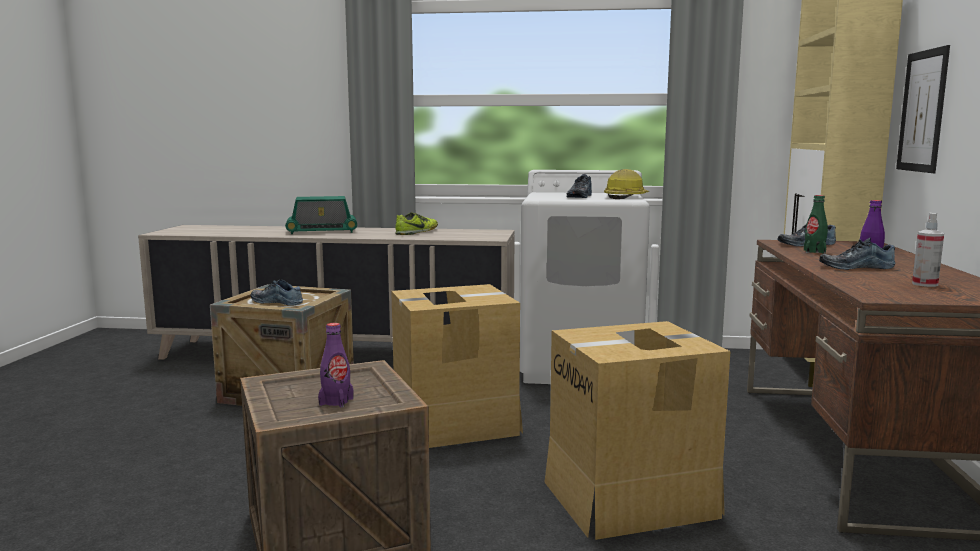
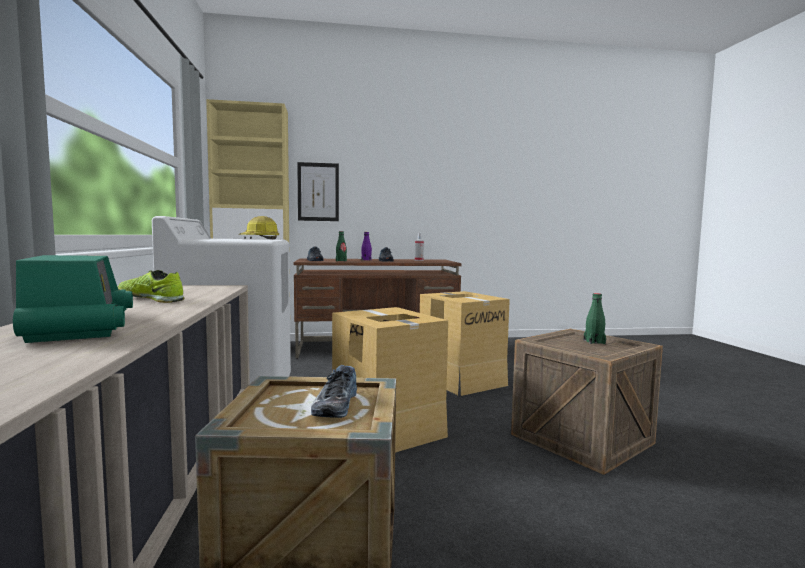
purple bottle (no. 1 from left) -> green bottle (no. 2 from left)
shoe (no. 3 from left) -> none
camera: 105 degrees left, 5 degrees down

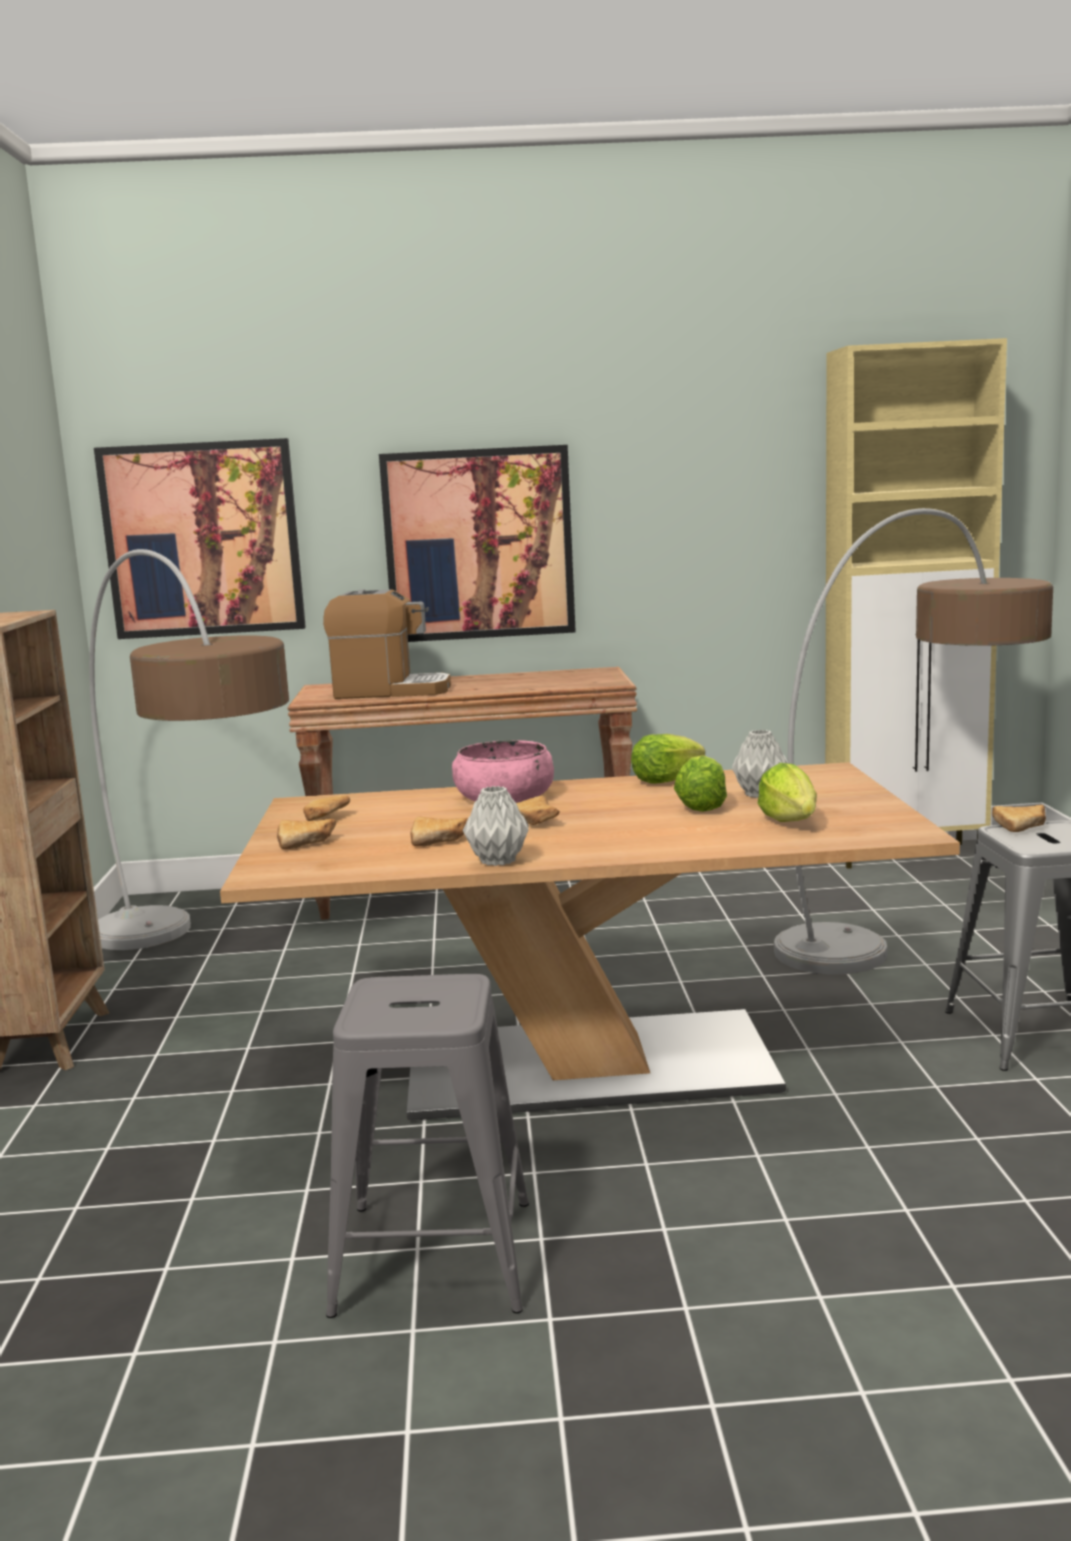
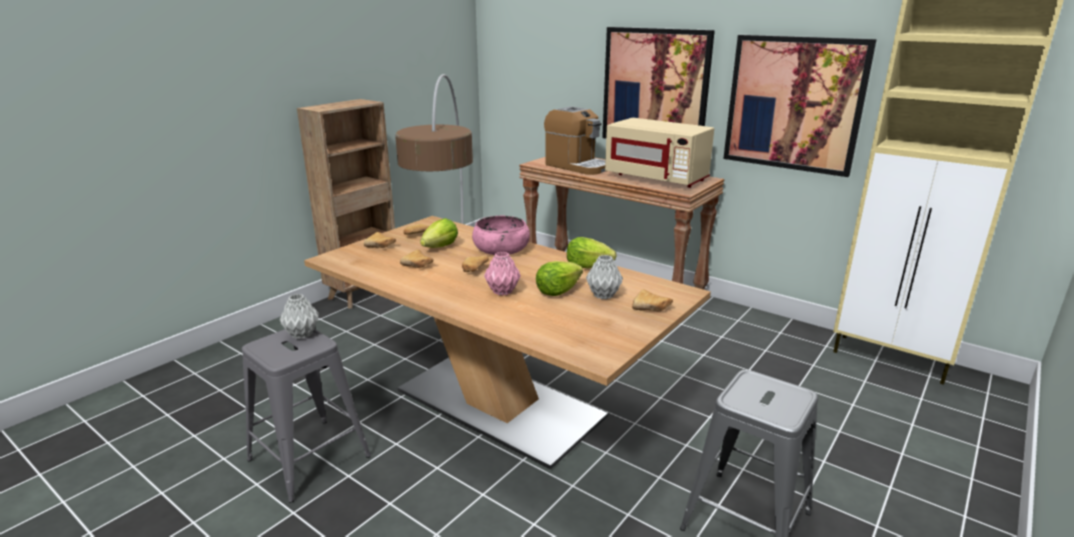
grey vase (no. 1 from left), shifted
lettuce (no. 3 from left in the first image) -> lettuce (no. 1 from left), shifted
none -> pink vase
none -> beige microwave
bread (no. 5 from left), shifted
picture (no. 1 from left in the first image) -> picture (no. 2 from left), shifted
floor lamp (no. 2 from left) -> none
camera: 40 degrees right, 10 degrees up

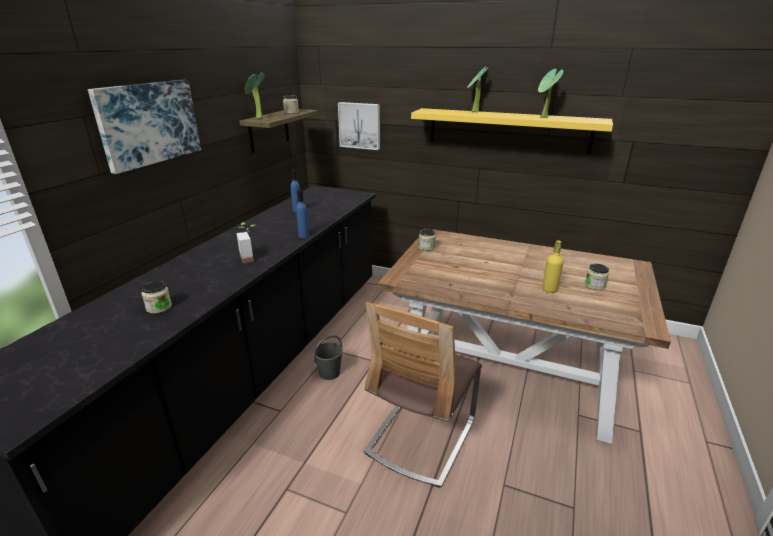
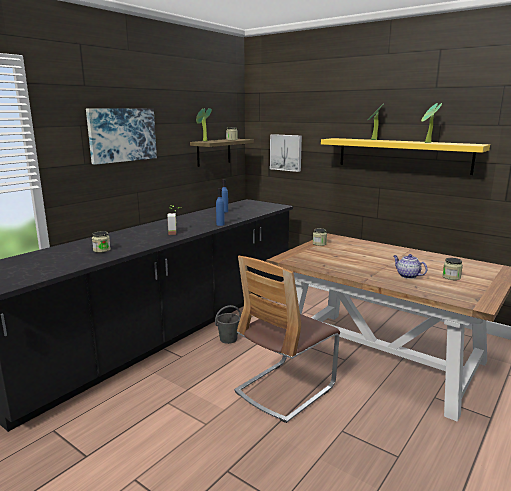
yellow bottle -> teapot
camera: 15 degrees right, 10 degrees down

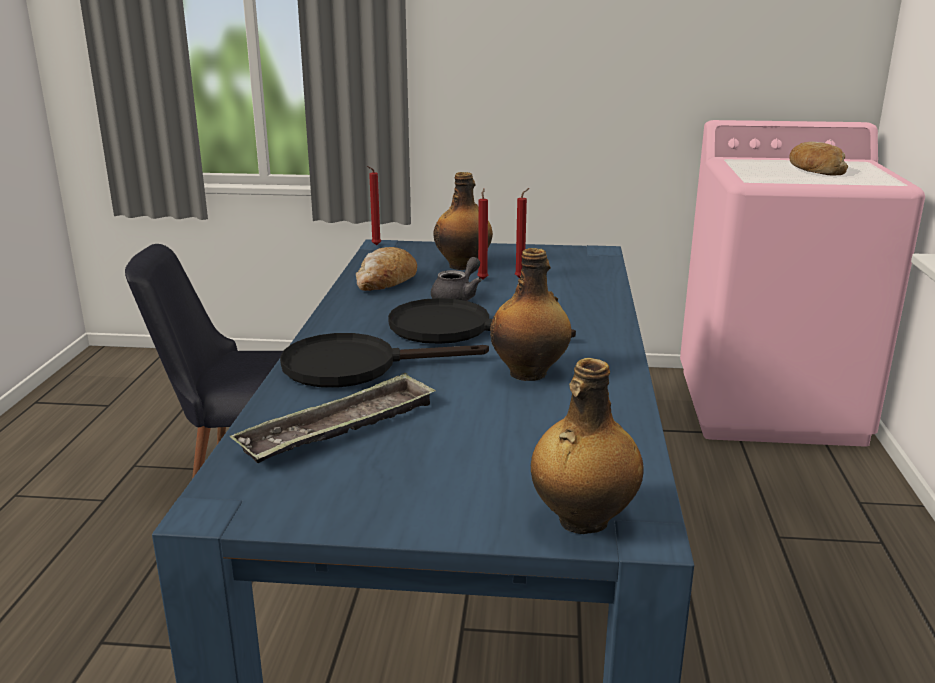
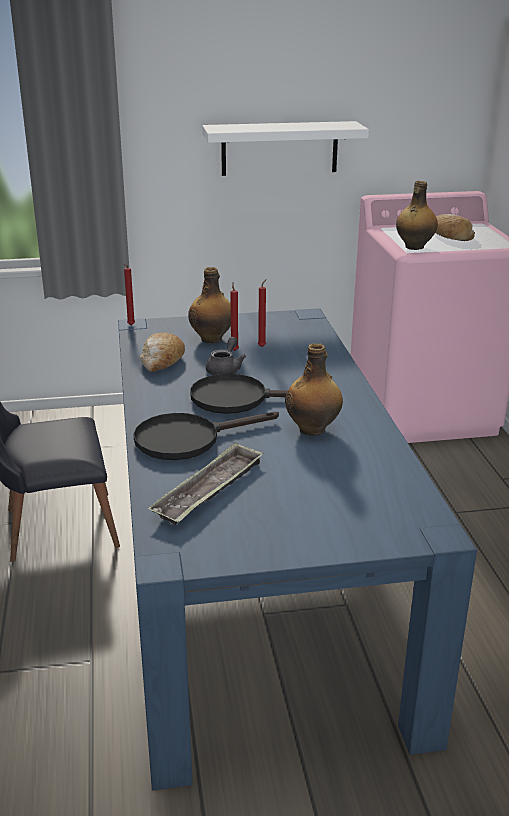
none -> white shelf
bottle (no. 3 from left), shifted
camera: 15 degrees left, 5 degrees up

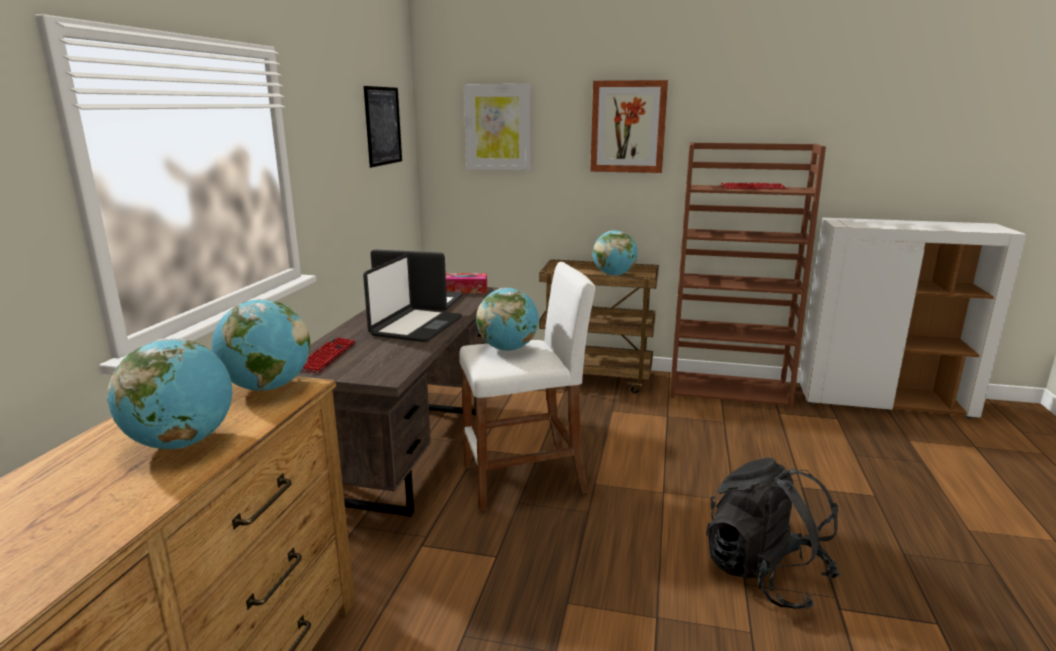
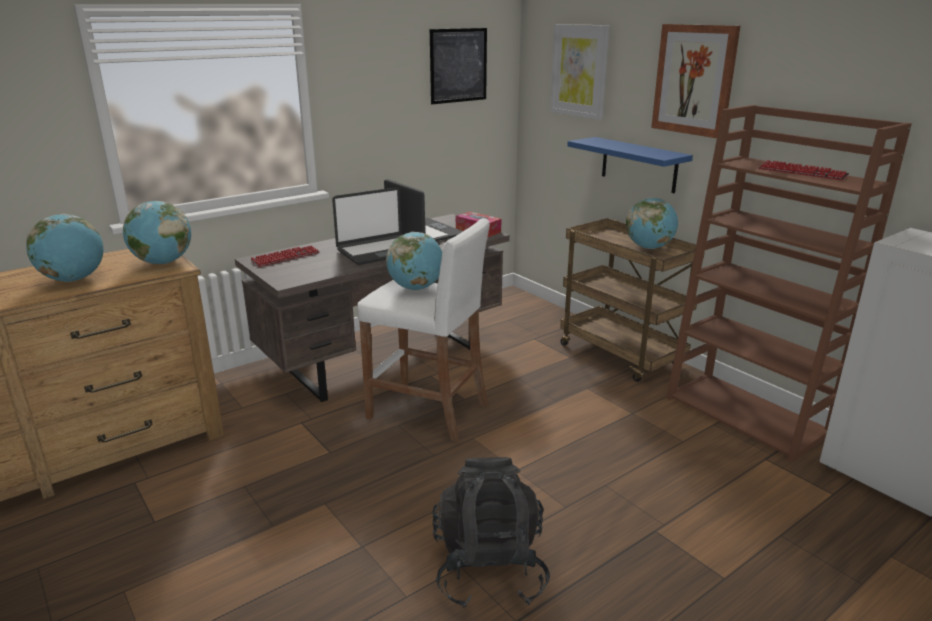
none -> blue shelf
camera: 40 degrees right, 5 degrees up

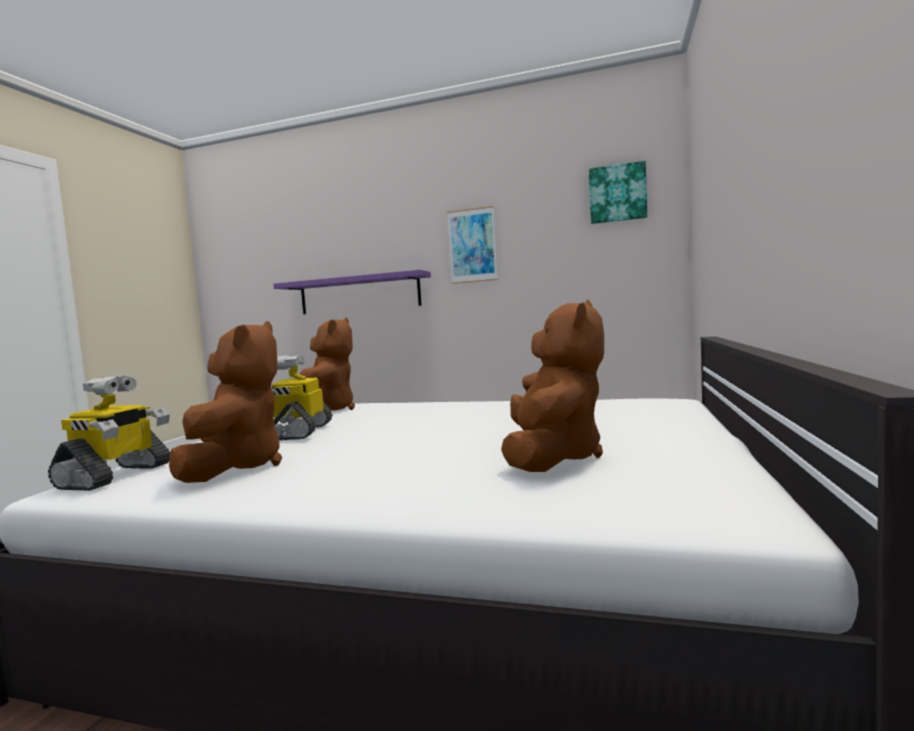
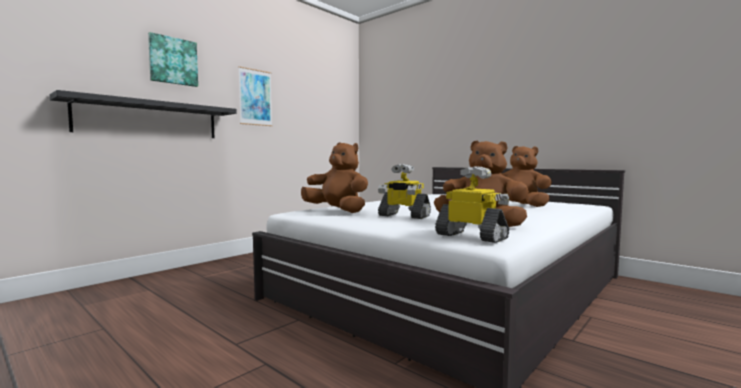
purple shelf -> black shelf
picture (no. 2 from left in the first image) -> picture (no. 1 from left), shifted
camera: 65 degrees left, 0 degrees up

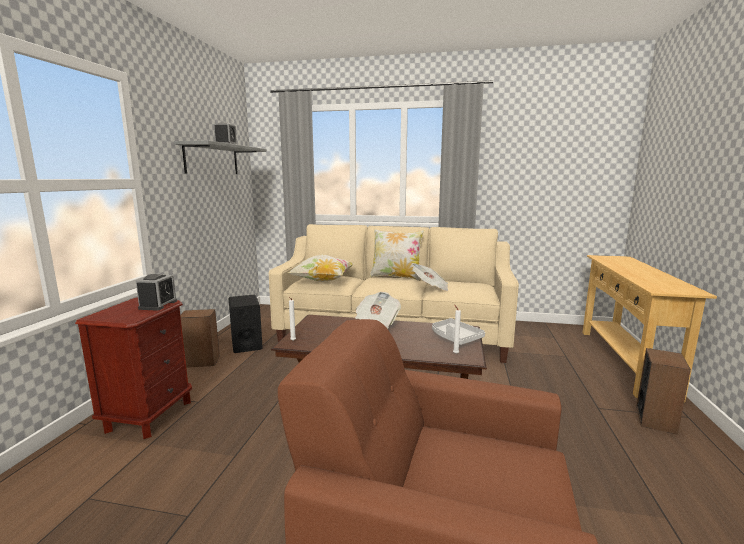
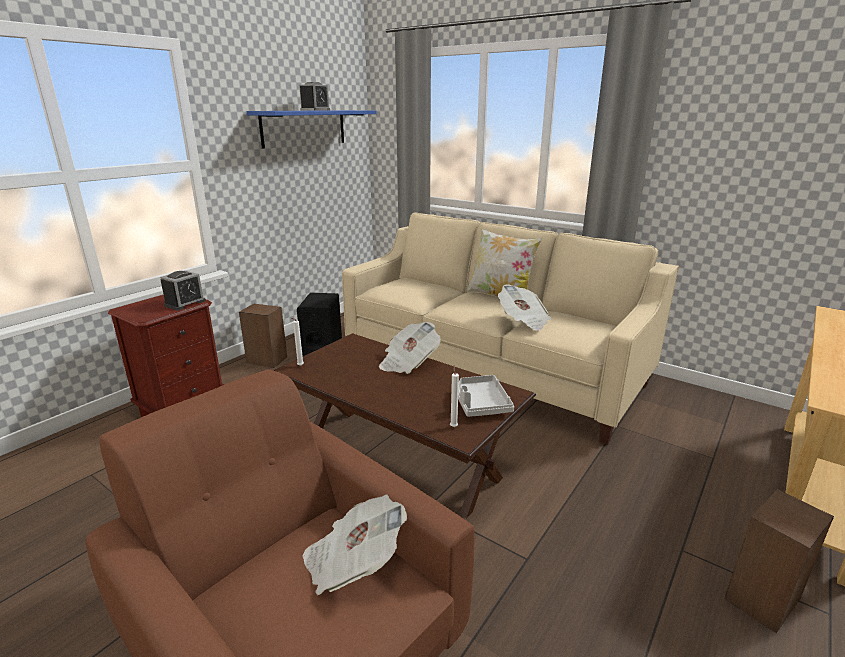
grey shelf -> blue shelf
none -> newspaper (no. 1 from left)
pillow (no. 1 from left) -> none
camera: 25 degrees right, 10 degrees up

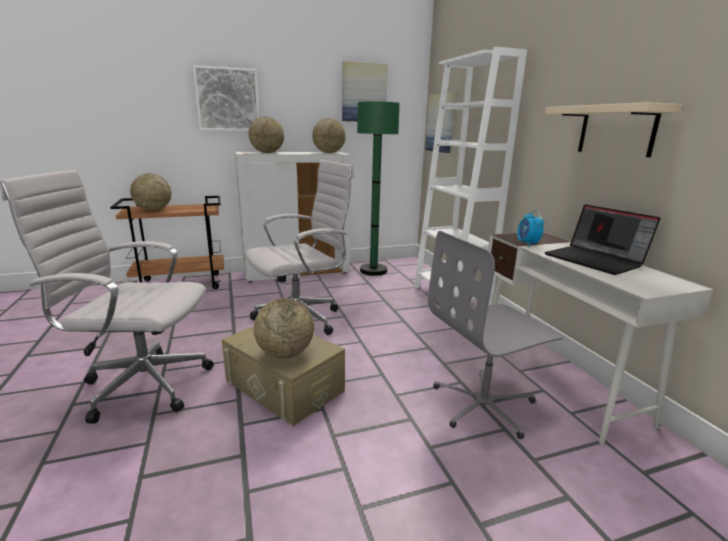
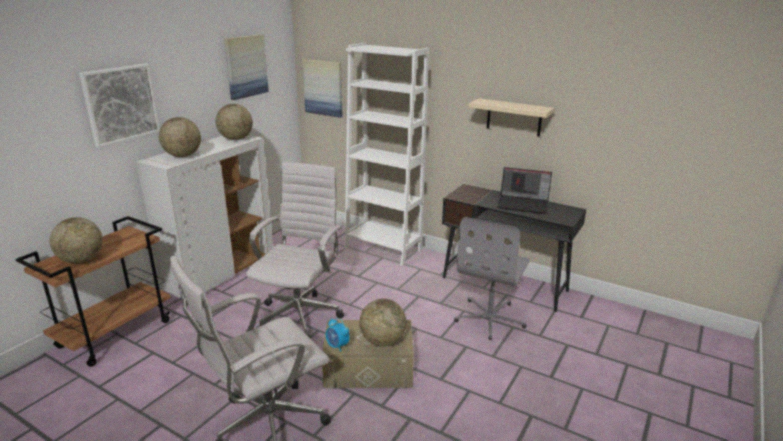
alarm clock, shifted
white desk -> black desk
green floor lamp -> none
camera: 40 degrees left, 5 degrees up

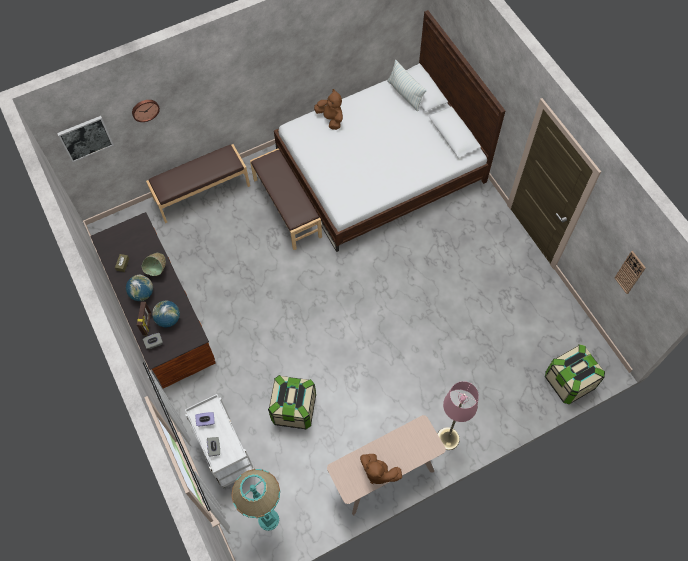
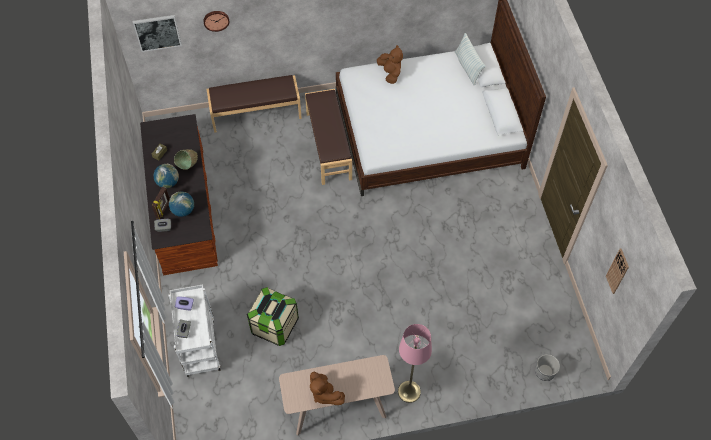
storage box (no. 2 from left) -> planter
turquoise floor lamp -> none
camera: 15 degrees right, 5 degrees down

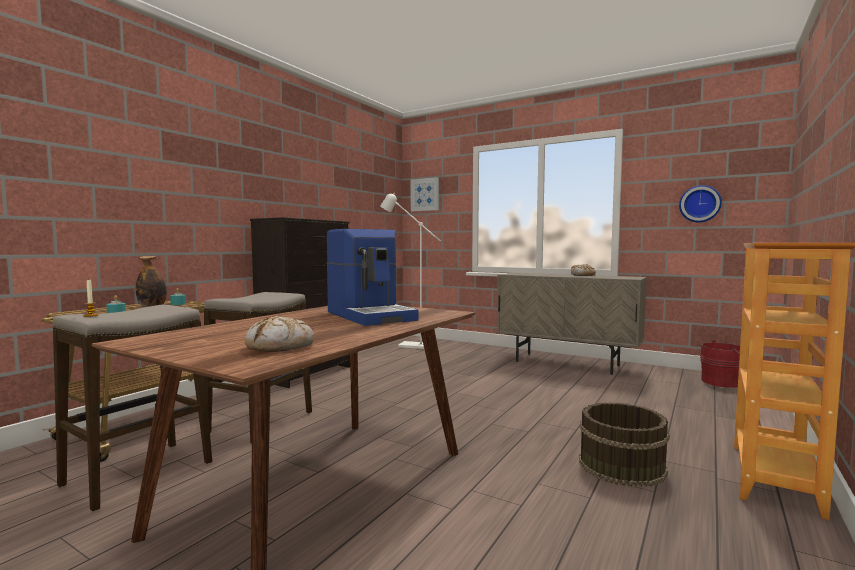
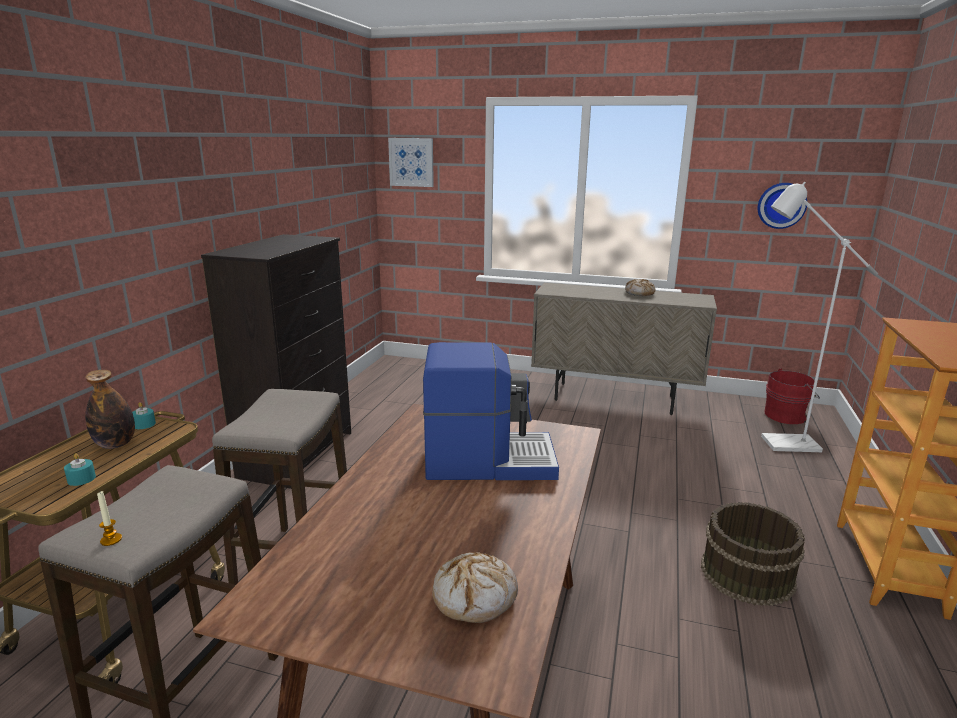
coffee machine, 45 degrees counterclockwise
white floor lamp, shifted
camera: 15 degrees left, 15 degrees up

